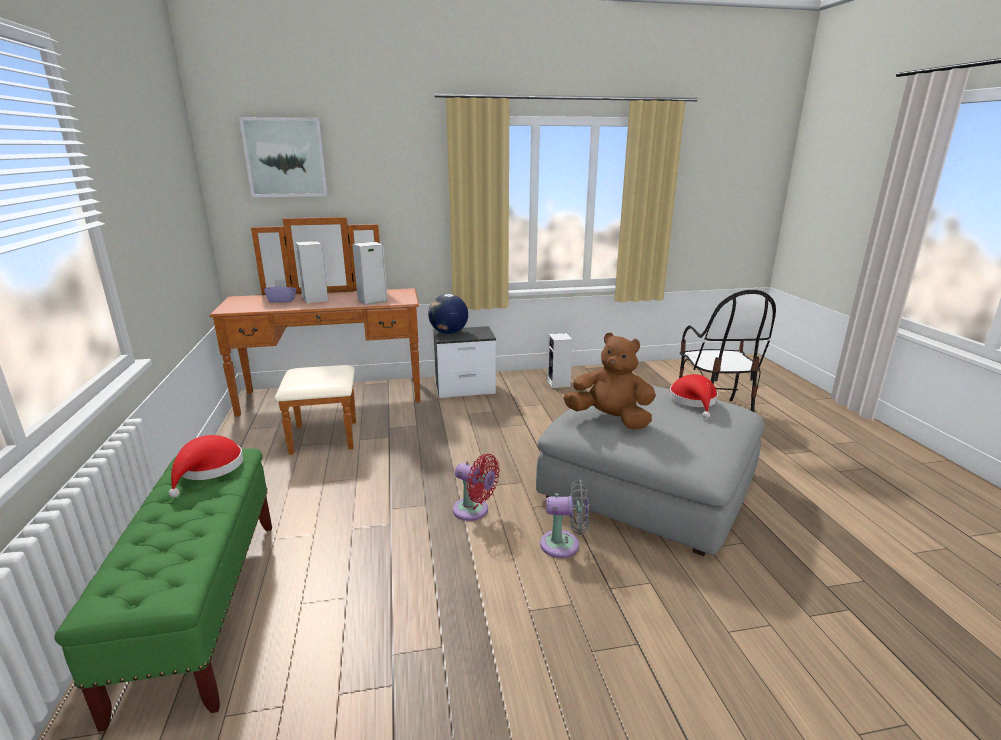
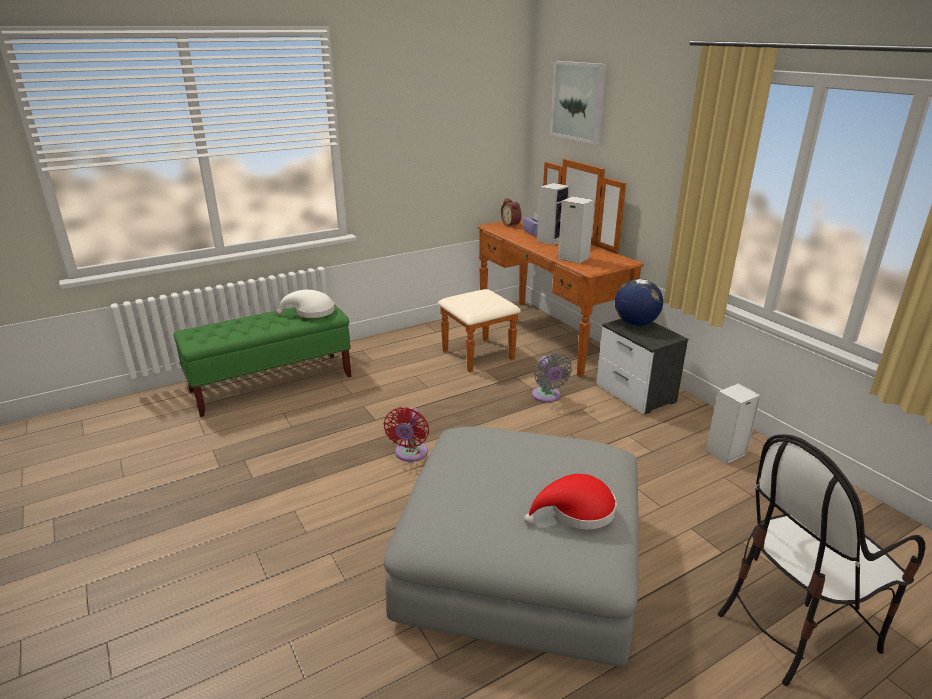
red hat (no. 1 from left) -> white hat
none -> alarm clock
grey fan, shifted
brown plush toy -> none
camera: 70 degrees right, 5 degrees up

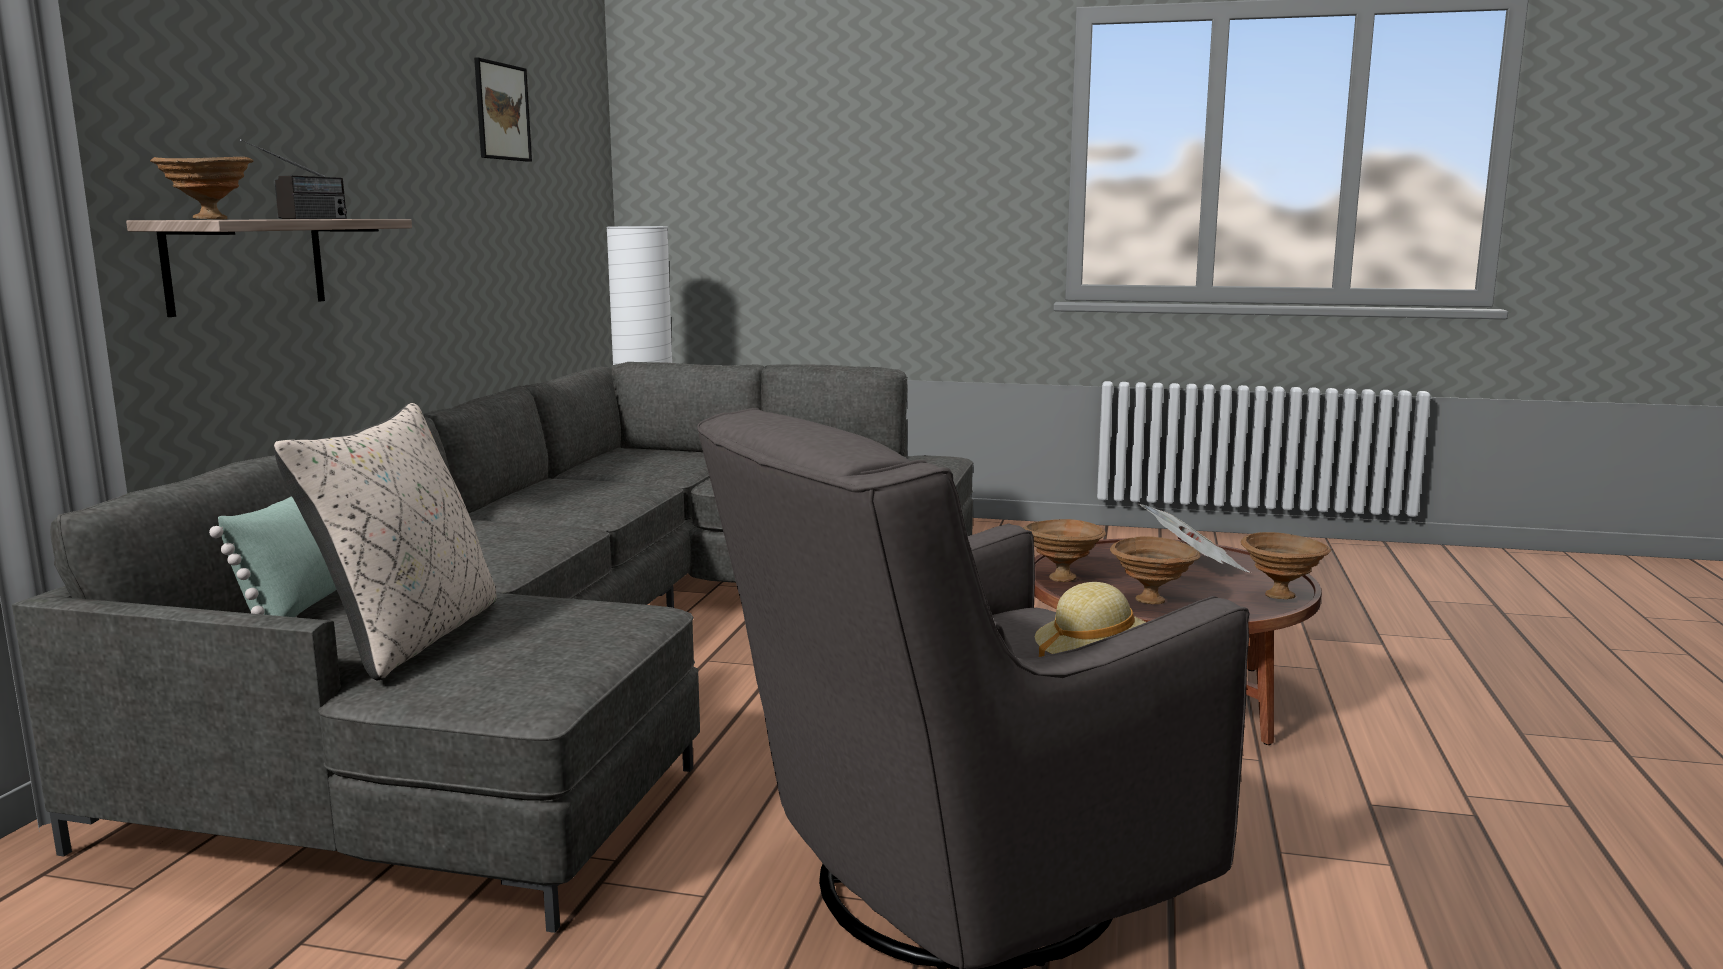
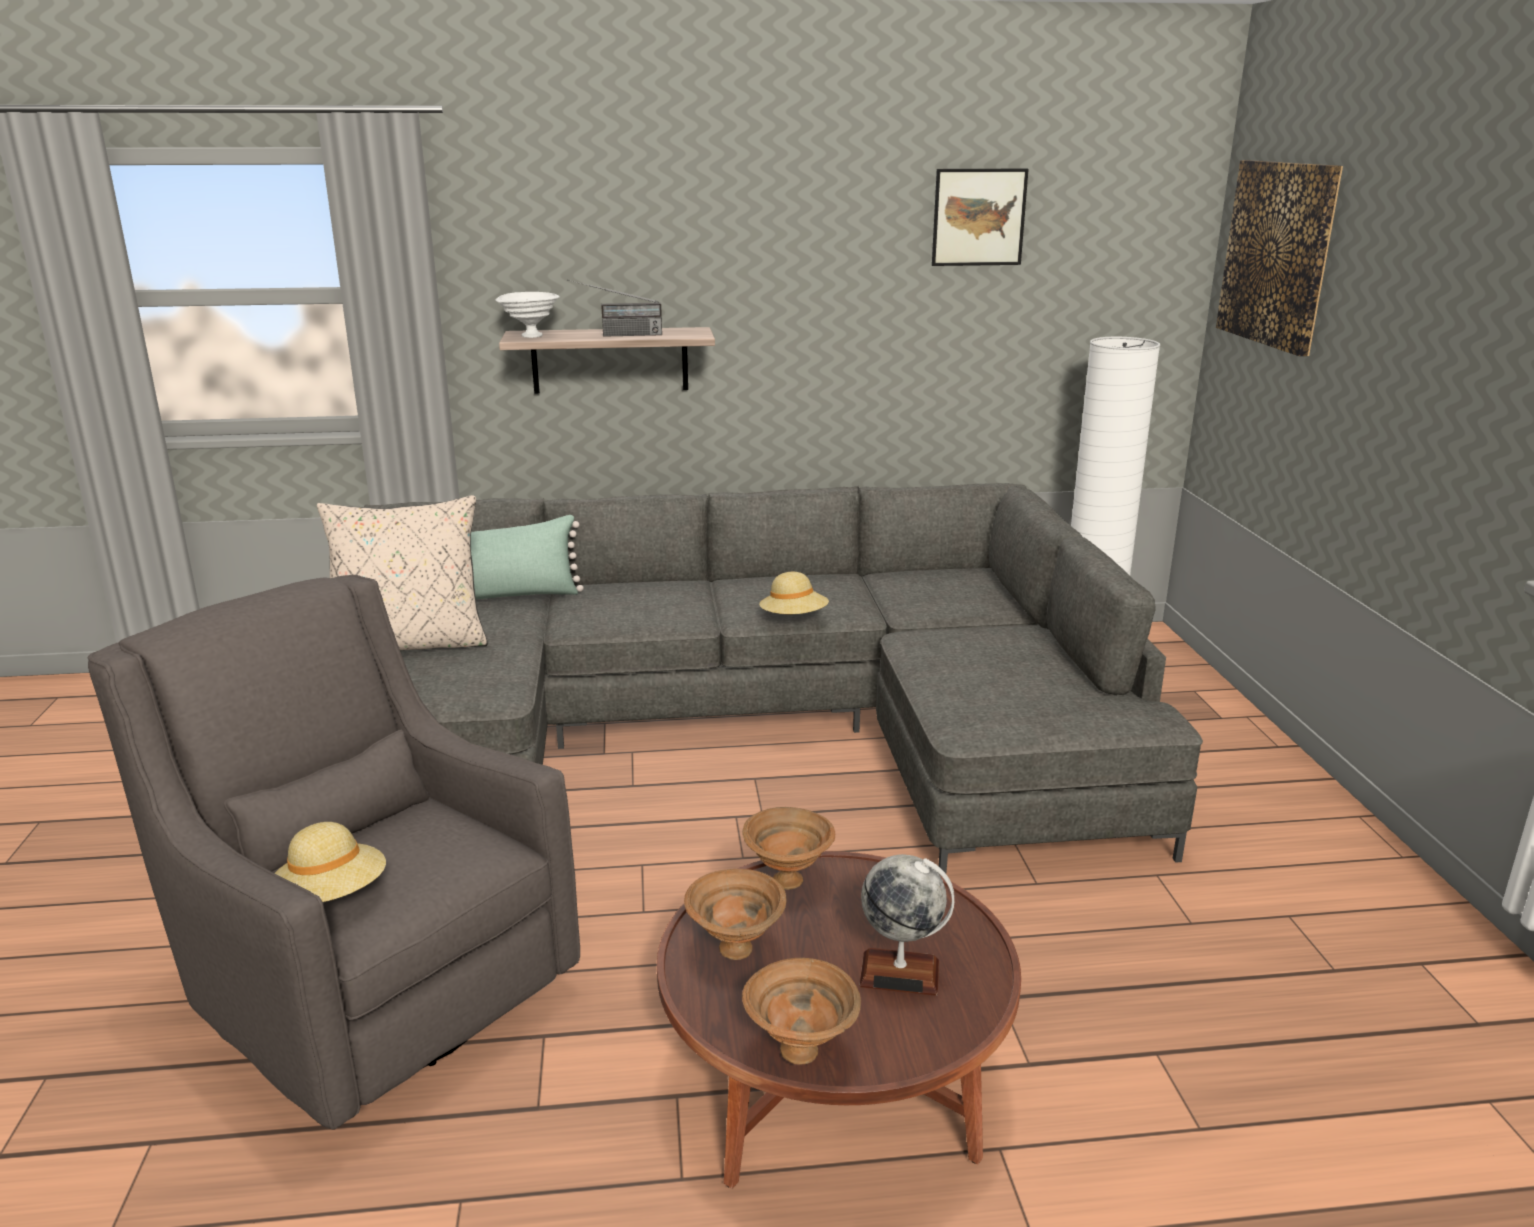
brown bowl (no. 1 from left) -> white bowl
none -> beige hat (no. 2 from left)
newspaper -> globe
none -> picture (no. 2 from left)
camera: 70 degrees right, 10 degrees up

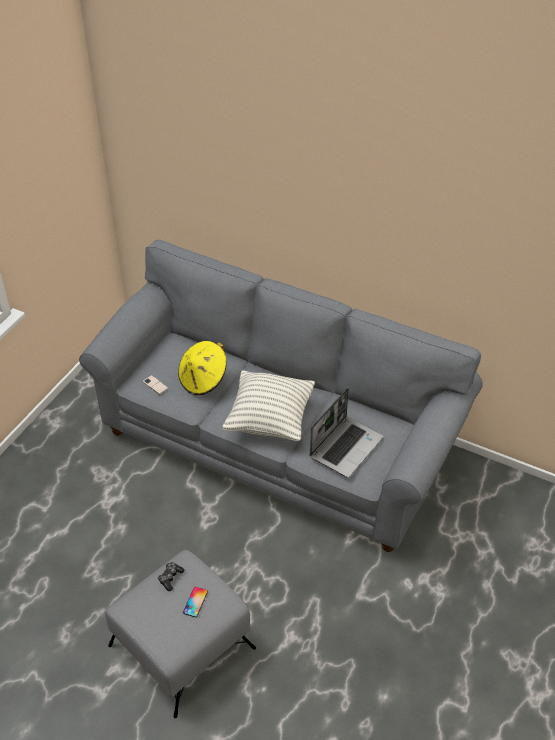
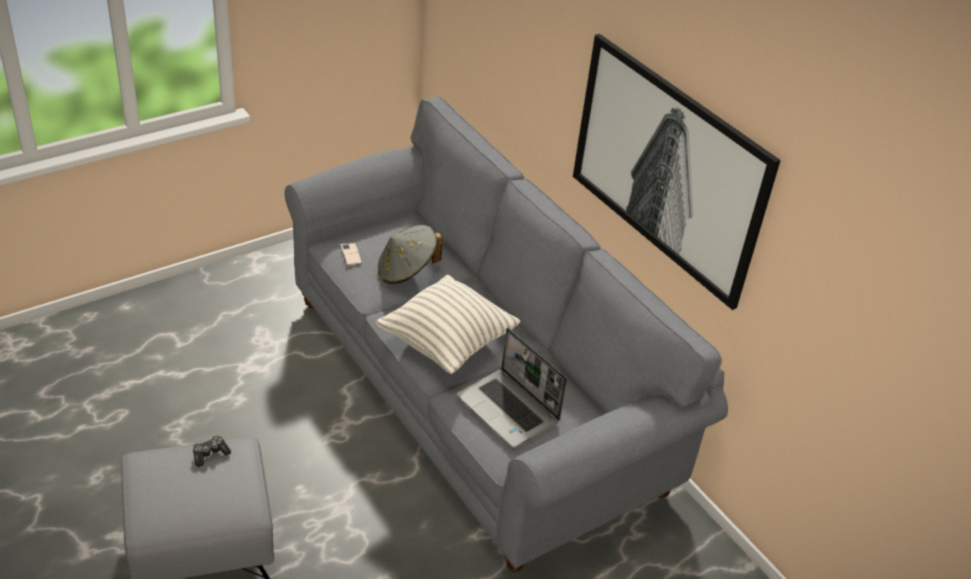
yellow hat -> grey hat
laptop, 75 degrees clockwise
none -> picture
phone (no. 2 from left) -> none
camera: 25 degrees right, 5 degrees down

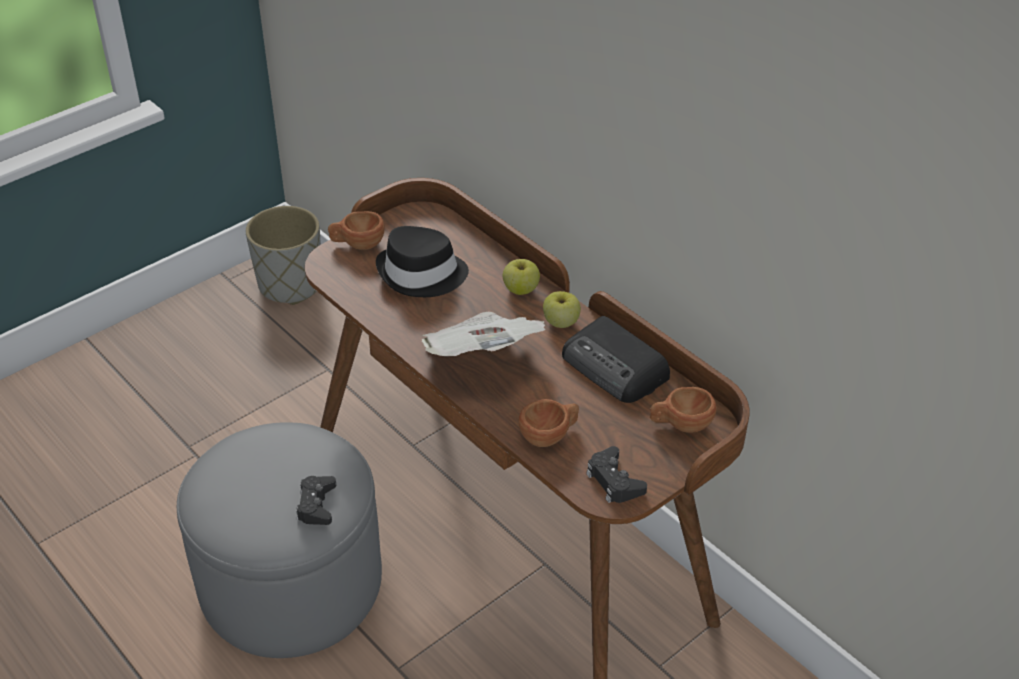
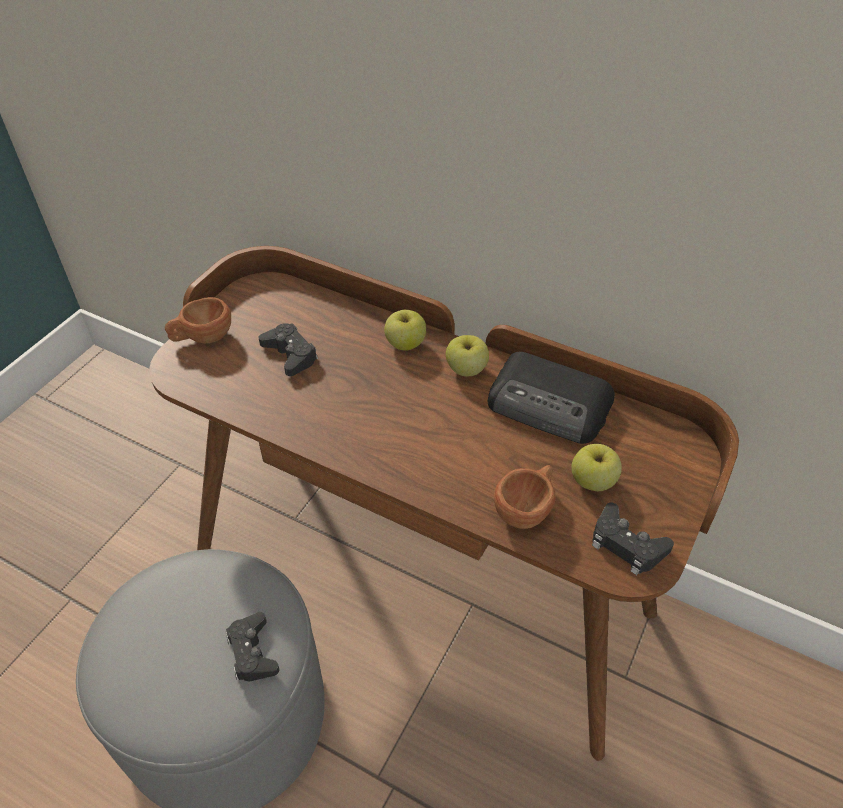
black hat -> black game controller (no. 2 from left)
none -> apple (no. 3 from left)
grey planter -> none
newspaper -> none
brown cup (no. 3 from left) -> none
camera: 20 degrees left, 5 degrees up

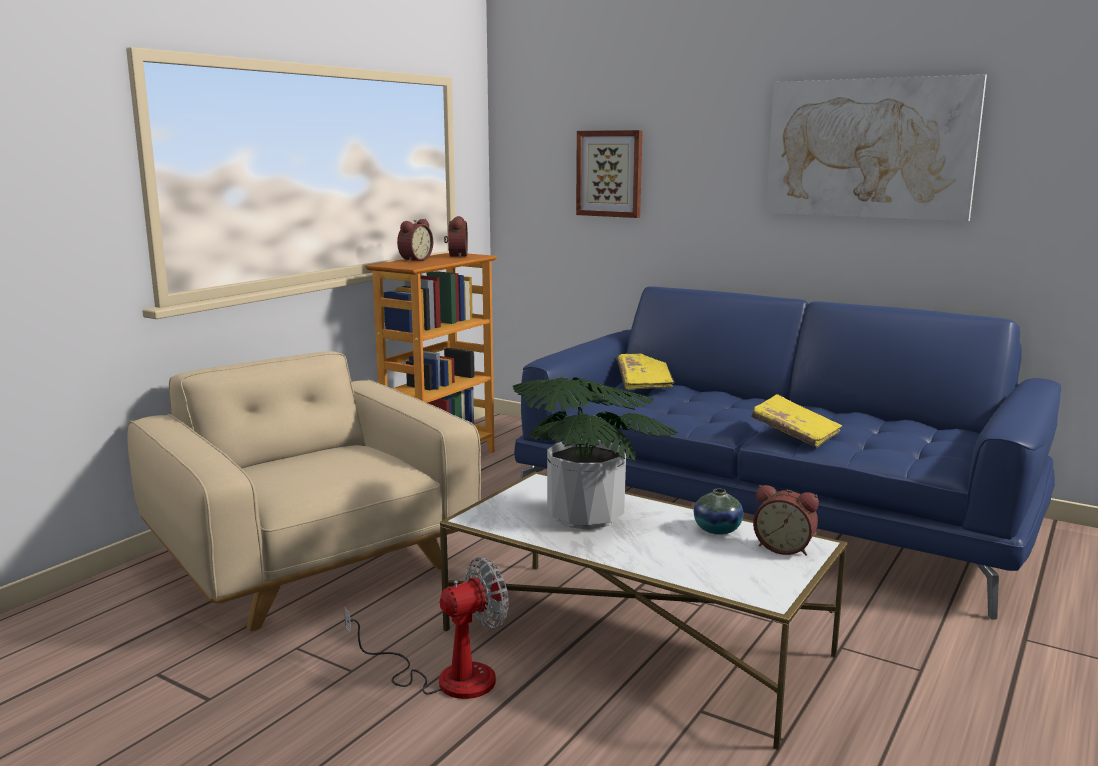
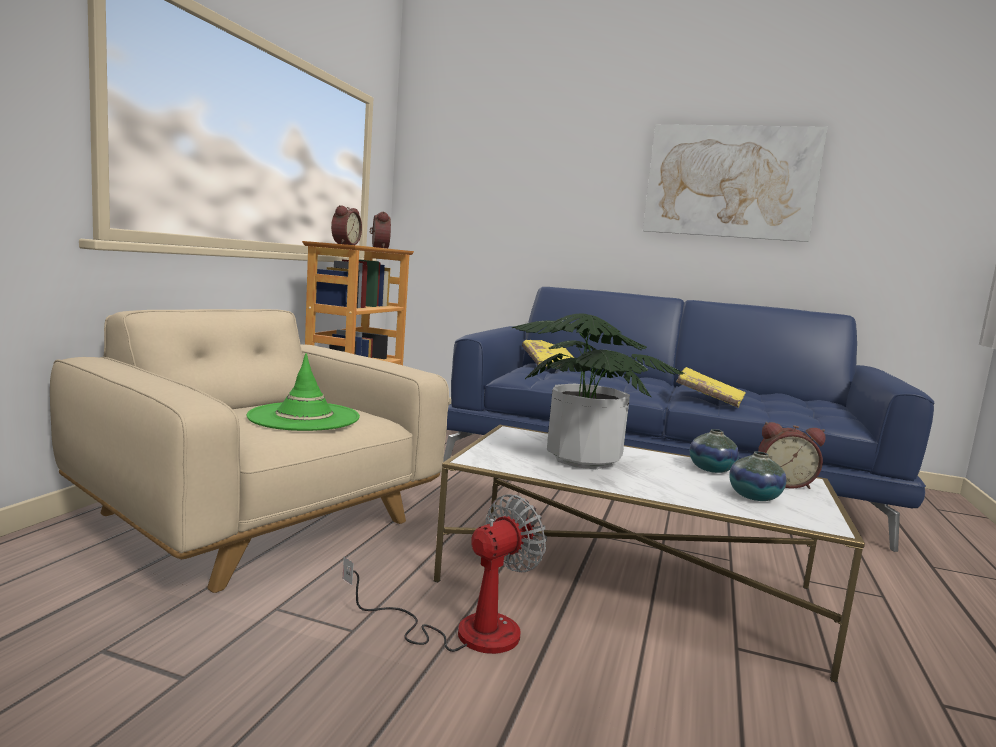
none -> green hat
none -> vase (no. 2 from left)
picture (no. 1 from left) -> none
camera: 15 degrees left, 5 degrees down

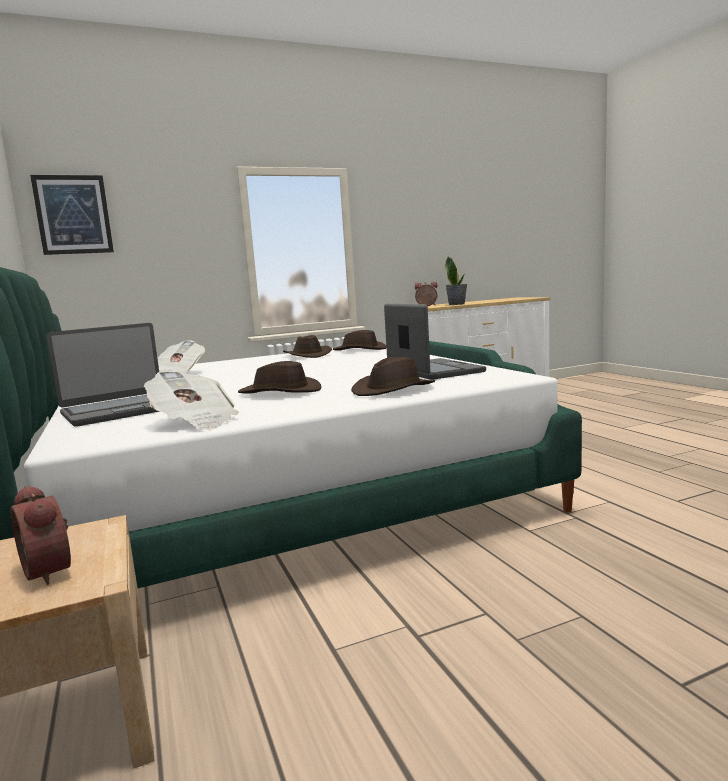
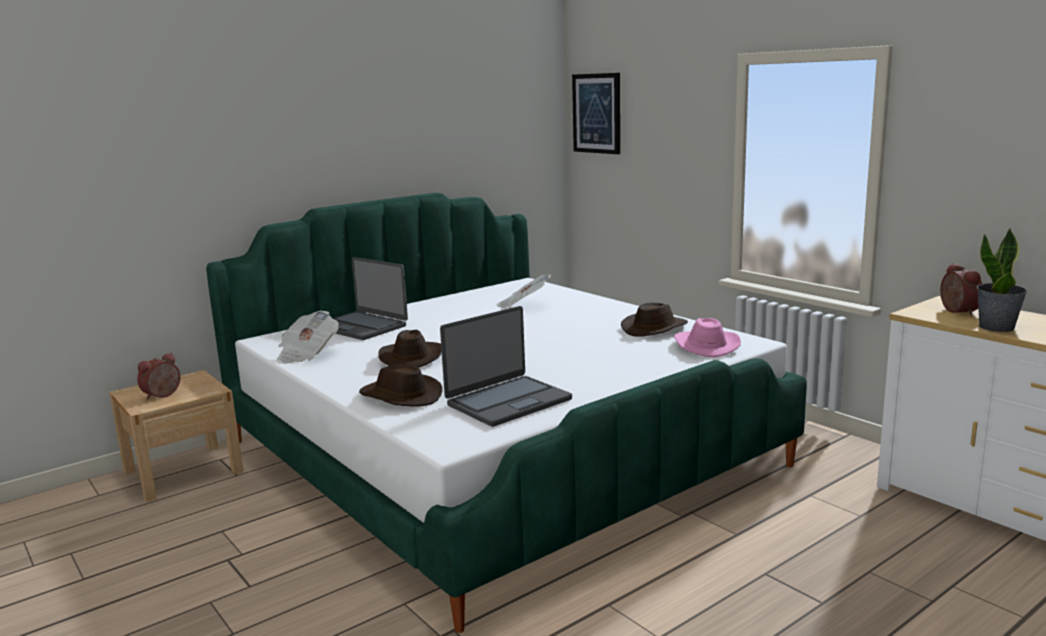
brown hat (no. 3 from left) -> pink hat
camera: 75 degrees right, 5 degrees up

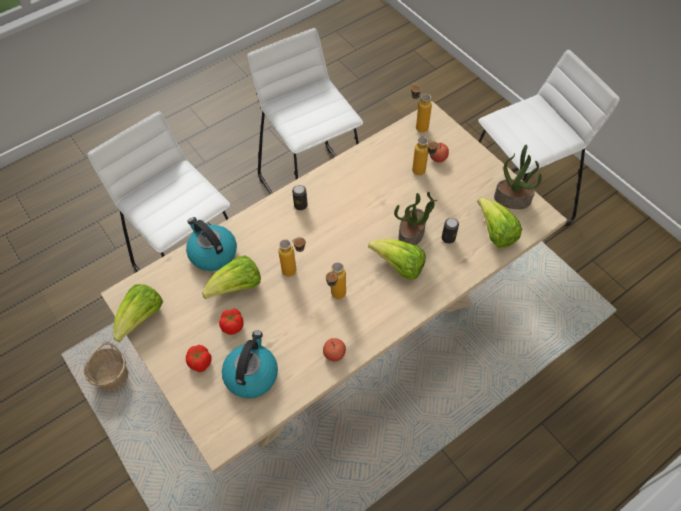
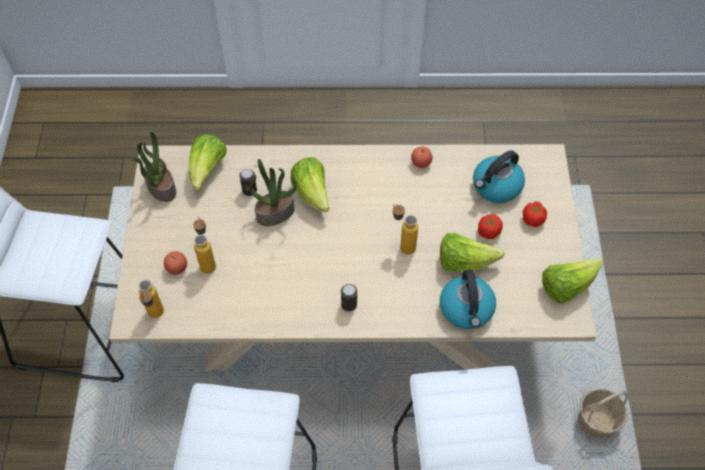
bottle (no. 2 from left) -> none
camera: 145 degrees left, 0 degrees up

